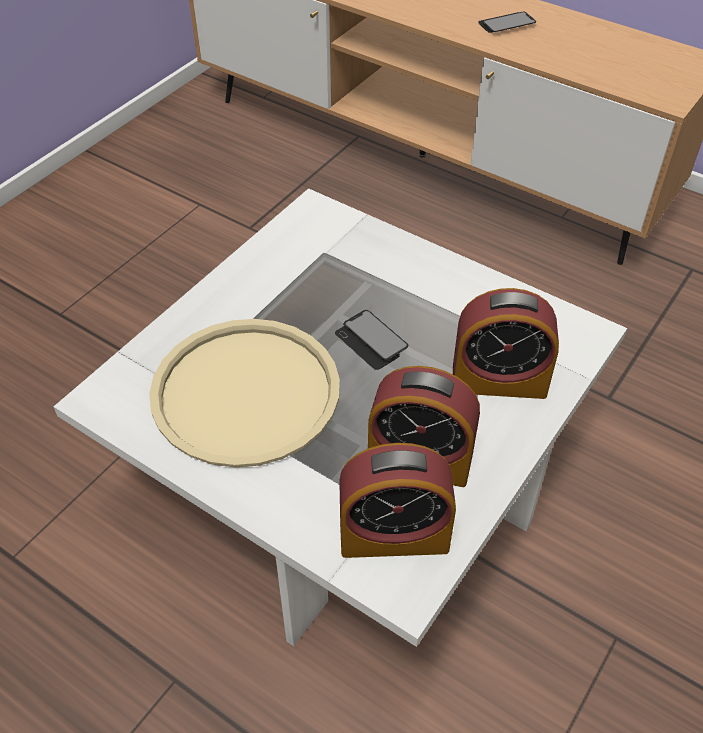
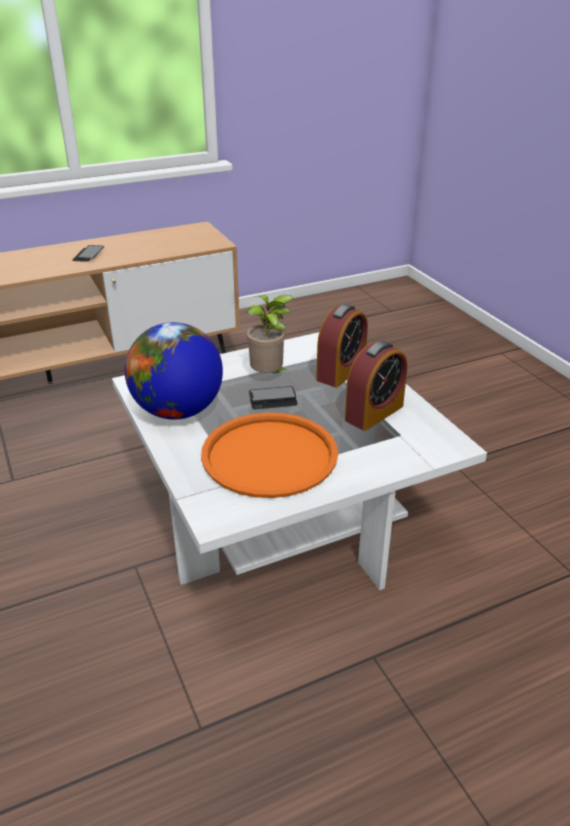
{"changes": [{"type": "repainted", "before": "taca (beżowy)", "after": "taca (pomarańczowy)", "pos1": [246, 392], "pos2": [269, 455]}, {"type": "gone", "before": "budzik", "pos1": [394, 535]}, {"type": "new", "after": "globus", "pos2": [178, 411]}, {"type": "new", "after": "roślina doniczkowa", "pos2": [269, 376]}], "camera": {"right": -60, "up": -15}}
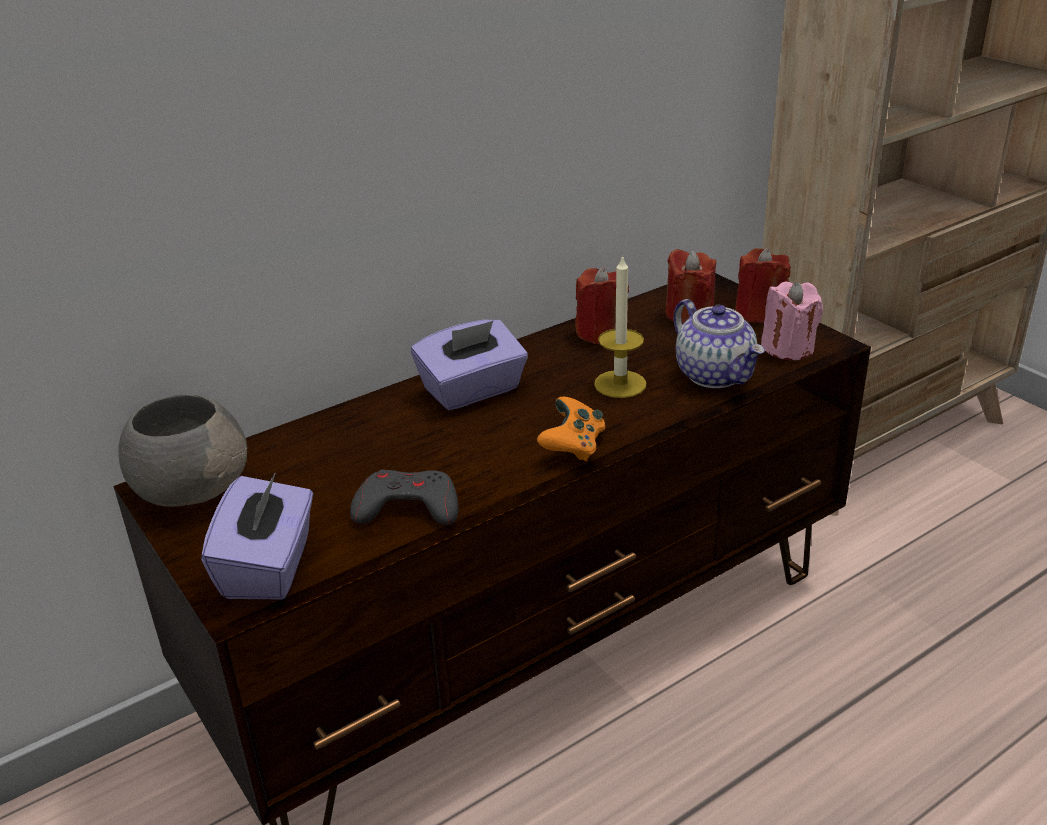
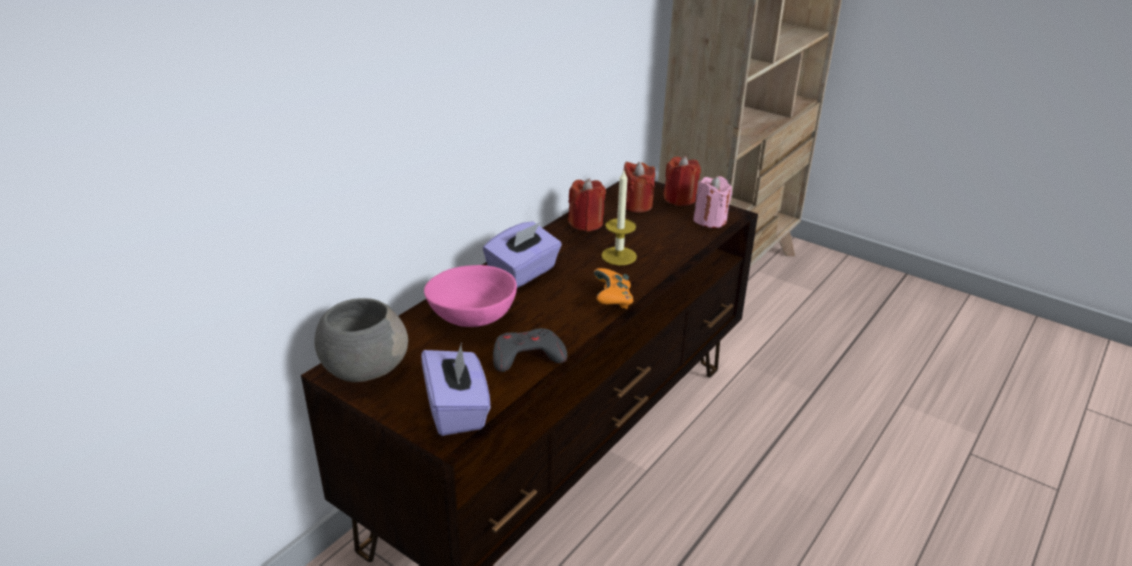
{"changes": [{"type": "gone", "before": "imbryk", "pos1": [715, 375]}, {"type": "new", "after": "miska (różowy)", "pos2": [474, 317]}], "camera": {"right": -20, "up": 0}}
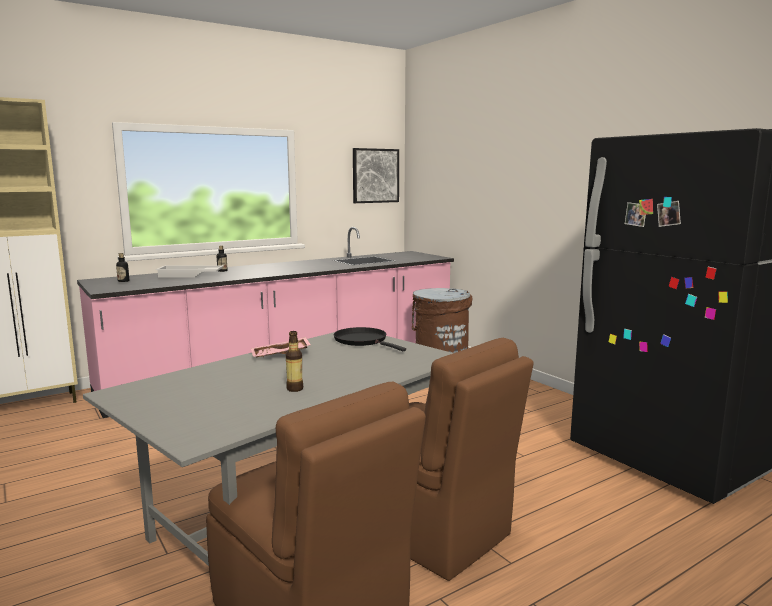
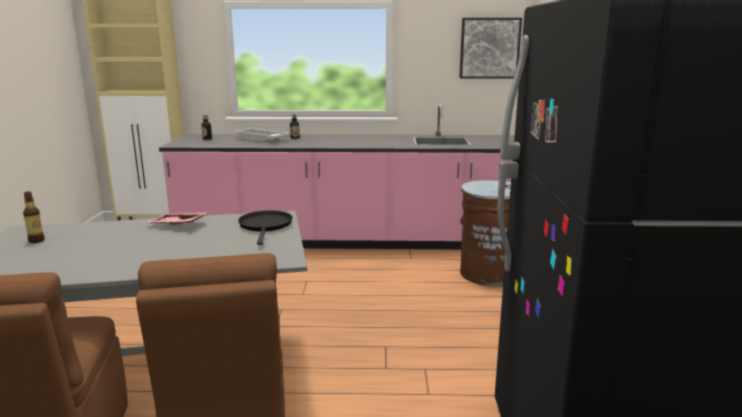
{"changes": [{"type": "shifted", "before": "butelka", "pos1": [295, 389], "pos2": [36, 240]}], "camera": {"right": 35, "up": 5}}
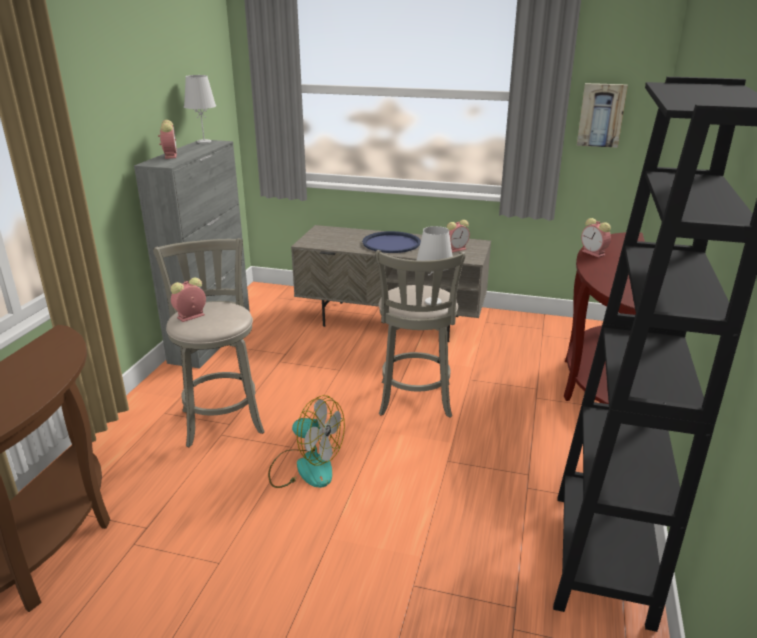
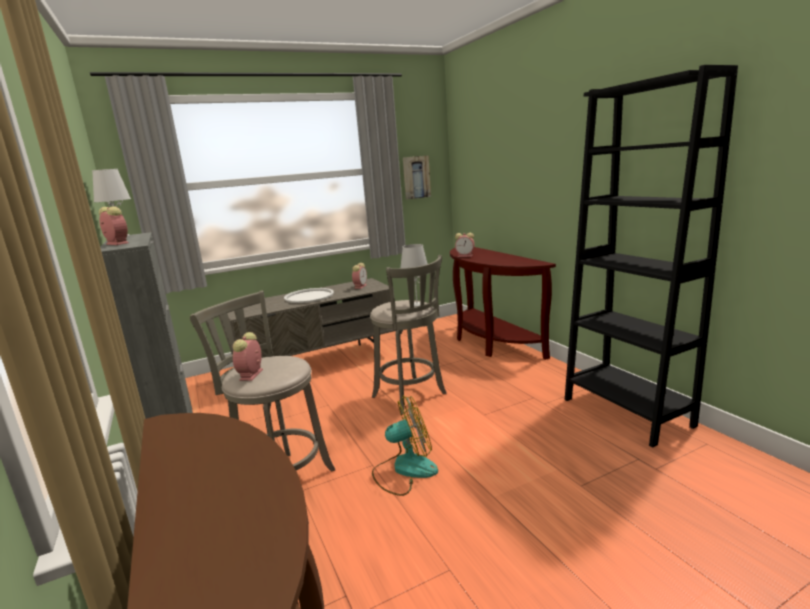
{"changes": [{"type": "repainted", "before": "taca (niebieski)", "after": "taca (biały)", "pos1": [391, 243], "pos2": [309, 296]}], "camera": {"right": -40, "up": -10}}
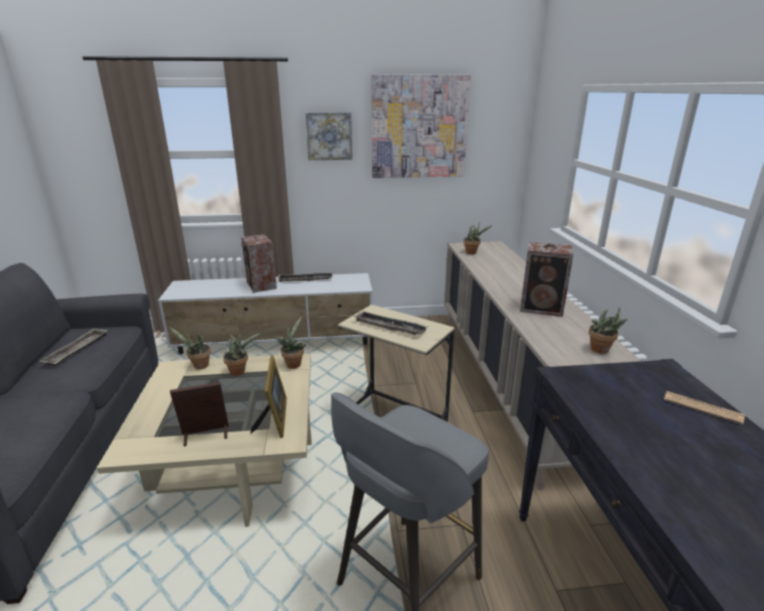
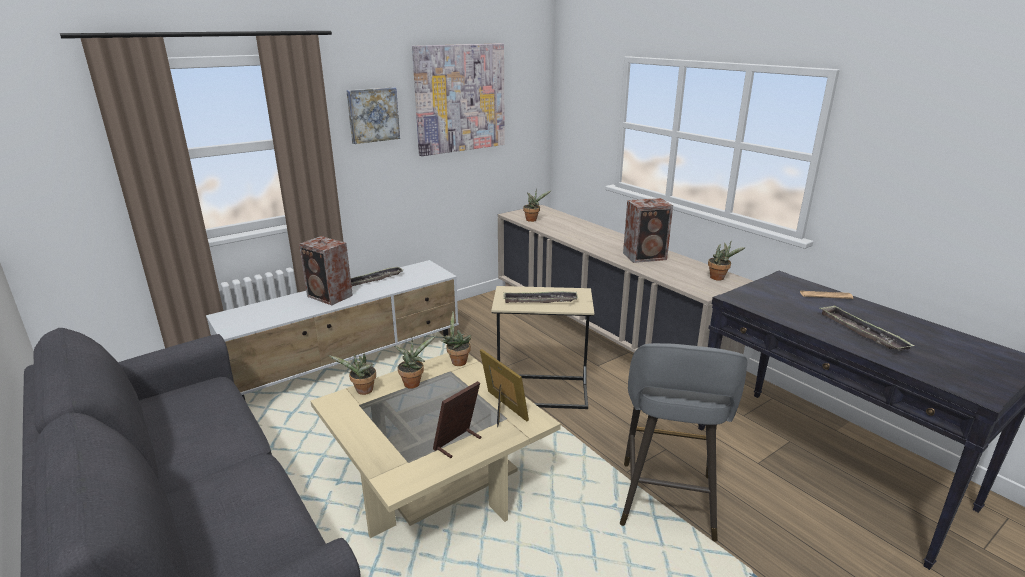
{"changes": [{"type": "shifted", "before": "taca", "pos1": [77, 350], "pos2": [861, 332]}], "camera": {"right": -30, "up": 0}}
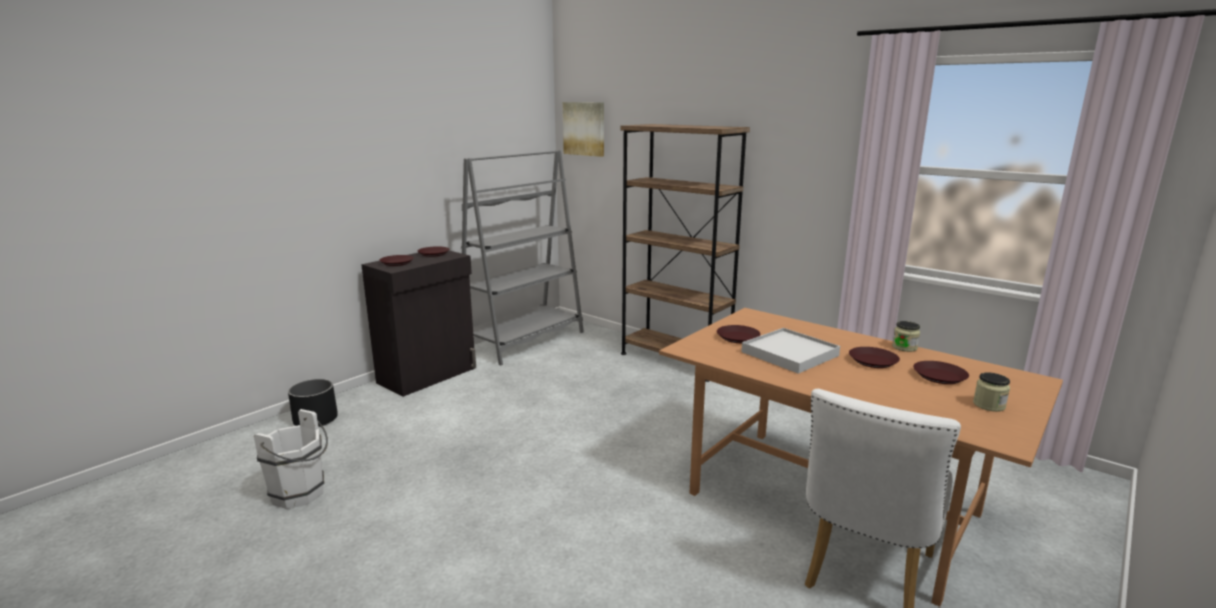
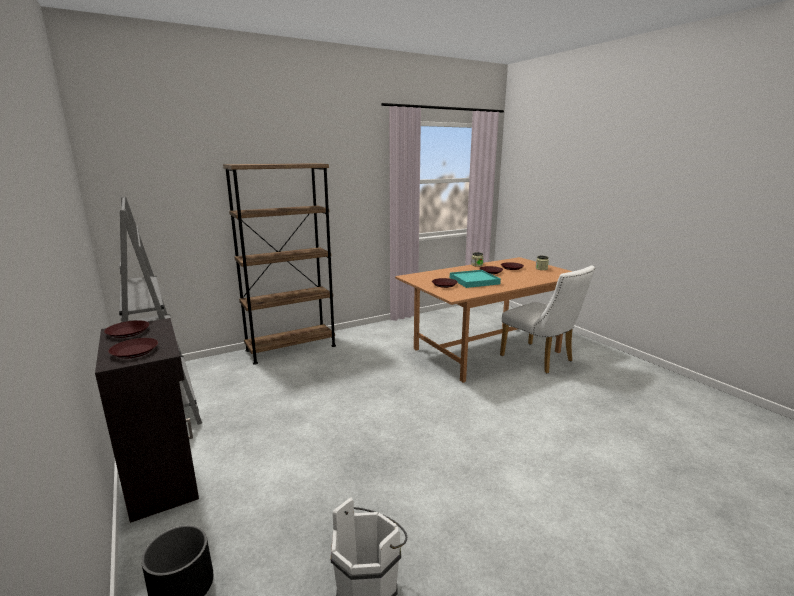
{"changes": [{"type": "gone", "before": "obraz", "pos1": [584, 128]}, {"type": "repainted", "before": "taca (biały)", "after": "taca (turkusowy)", "pos1": [789, 354], "pos2": [474, 281]}], "camera": {"right": -70, "up": 0}}
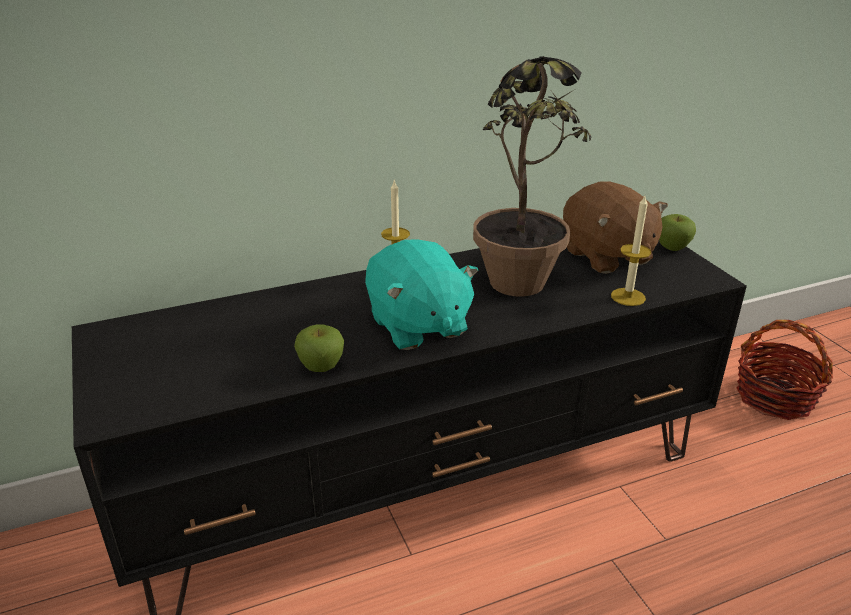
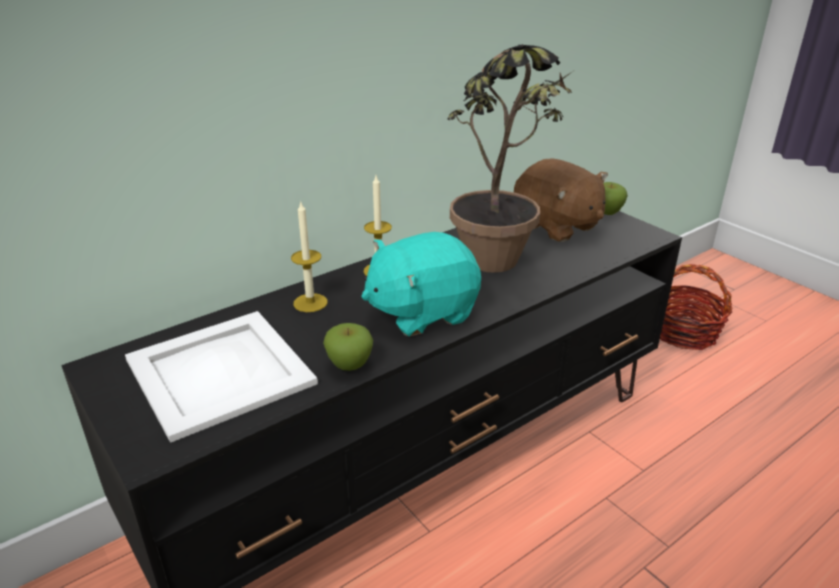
{"changes": [{"type": "rotated", "before": "pluszak (turkusowy)", "pos1": [417, 326], "pos2": [421, 312], "turn": 105}, {"type": "shifted", "before": "świeca", "pos1": [628, 297], "pos2": [310, 303]}, {"type": "new", "after": "taca (biały)", "pos2": [219, 373]}], "camera": {"right": -15, "up": 0}}
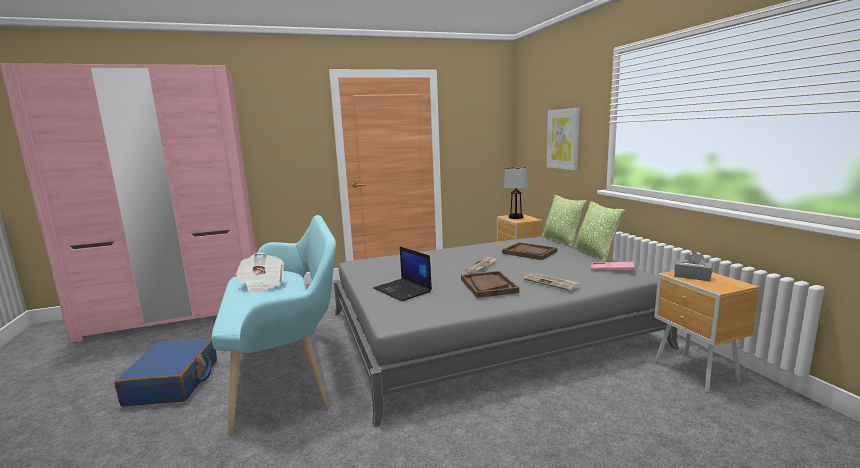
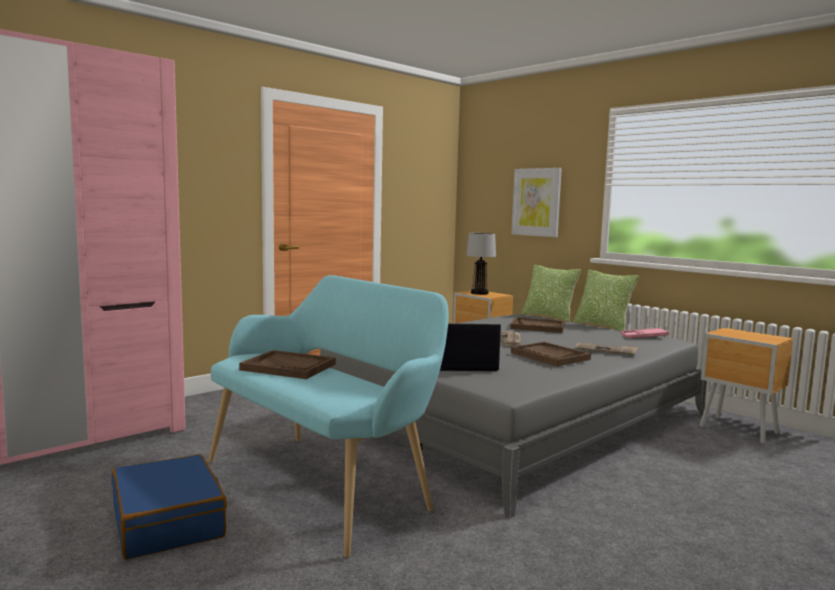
{"changes": [{"type": "swapped", "before": "gazeta", "after": "taca (brązowy)", "pos1": [261, 285], "pos2": [289, 367]}, {"type": "rotated", "before": "laptop", "pos1": [403, 290], "pos2": [463, 365], "turn": 150}, {"type": "gone", "before": "pudełko chusteczek (szary)", "pos1": [692, 276]}], "camera": {"right": -25, "up": -5}}
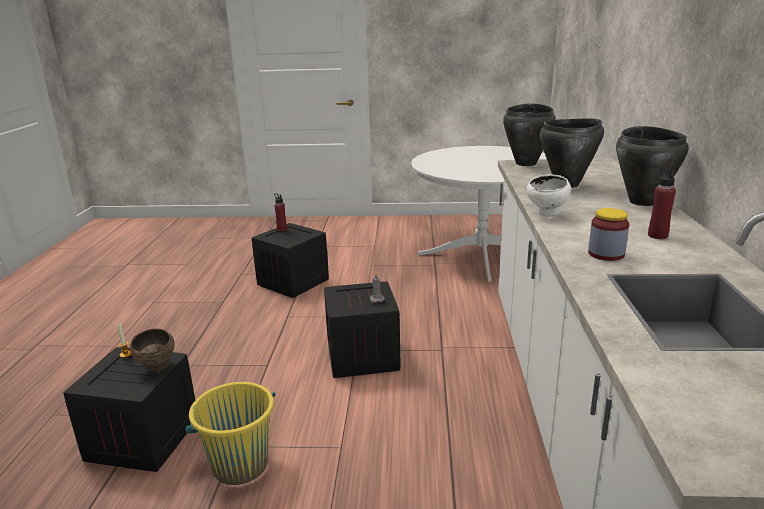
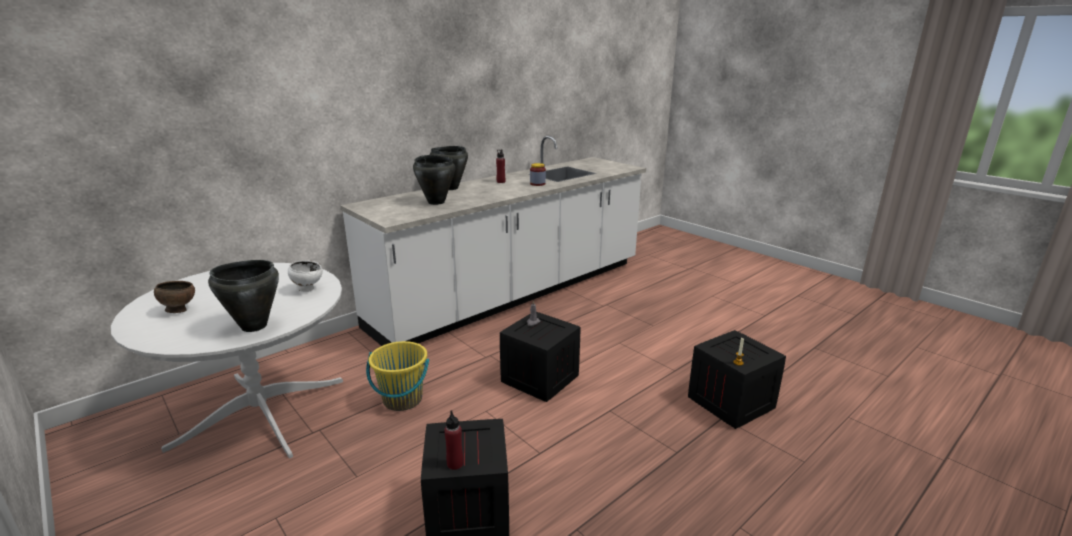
{"changes": [{"type": "shifted", "before": "miska (brązowy)", "pos1": [157, 367], "pos2": [179, 310]}, {"type": "shifted", "before": "wiadro (żółty)", "pos1": [240, 465], "pos2": [402, 400]}, {"type": "shifted", "before": "garnek (czarny)", "pos1": [526, 163], "pos2": [253, 326]}, {"type": "shifted", "before": "miska (biały)", "pos1": [547, 214], "pos2": [308, 289]}], "camera": {"right": -135, "up": 0}}
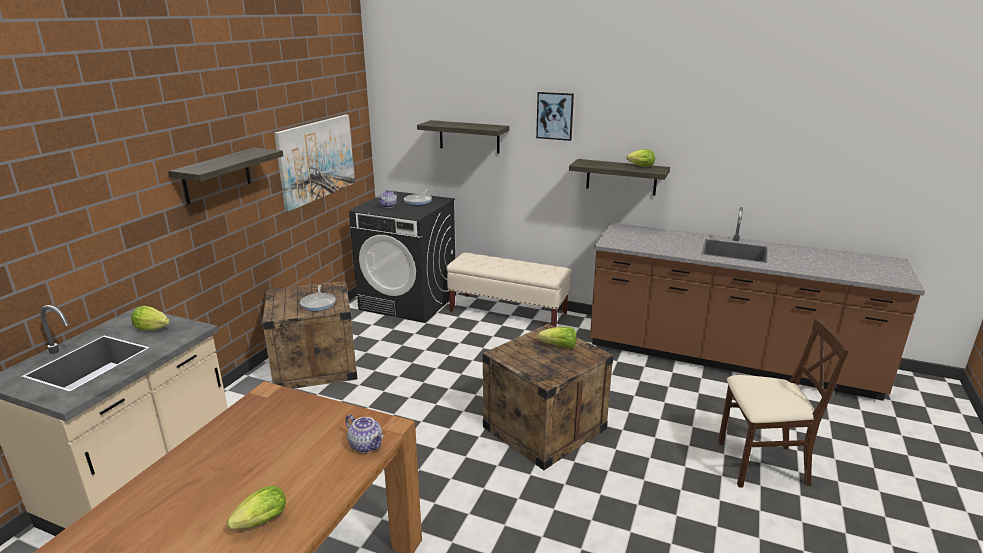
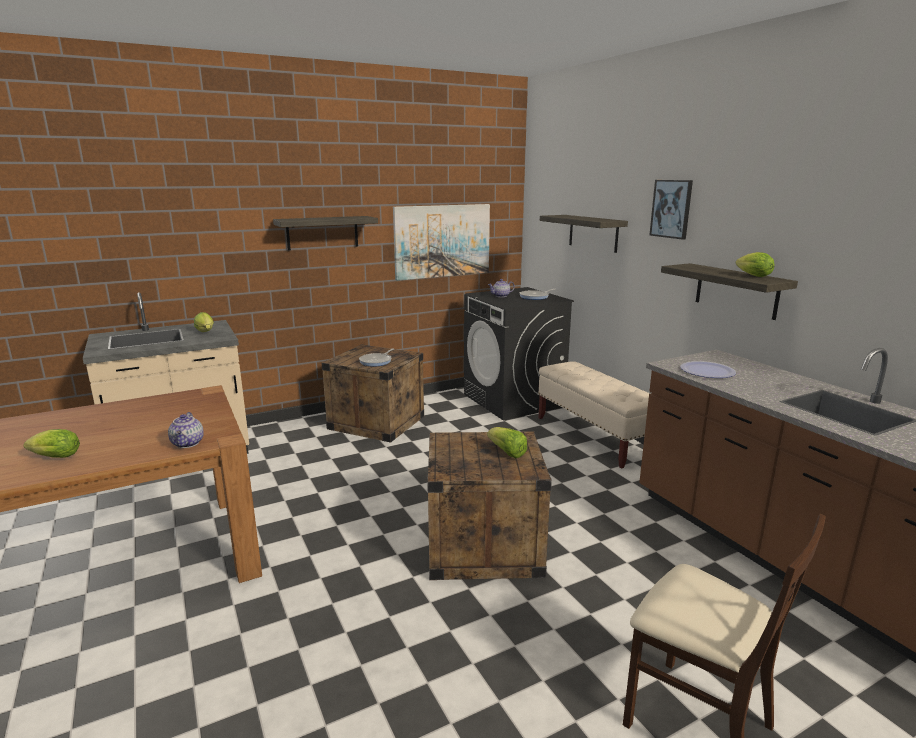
{"changes": [{"type": "new", "after": "talerz", "pos2": [707, 371]}], "camera": {"right": 40, "up": -5}}
